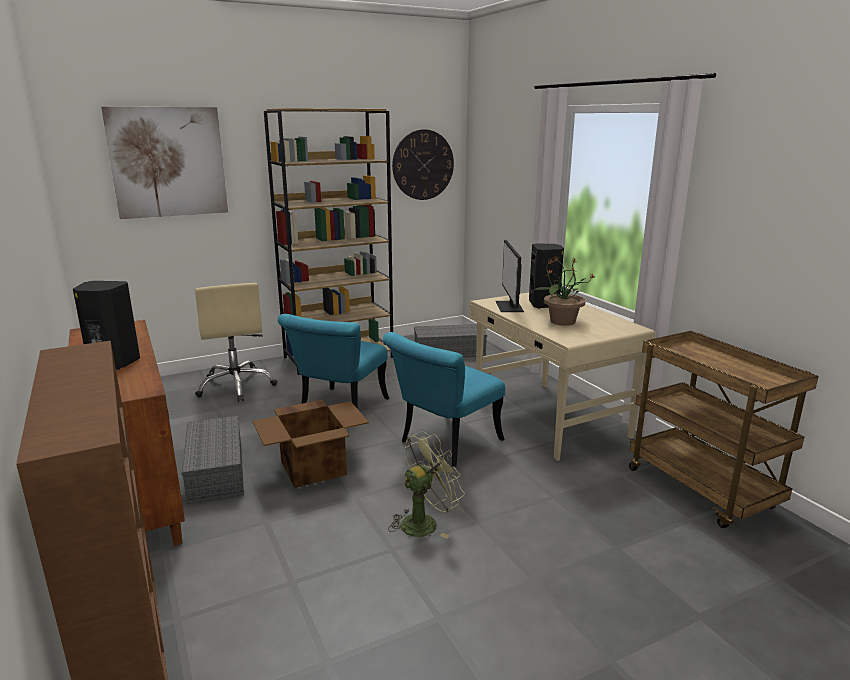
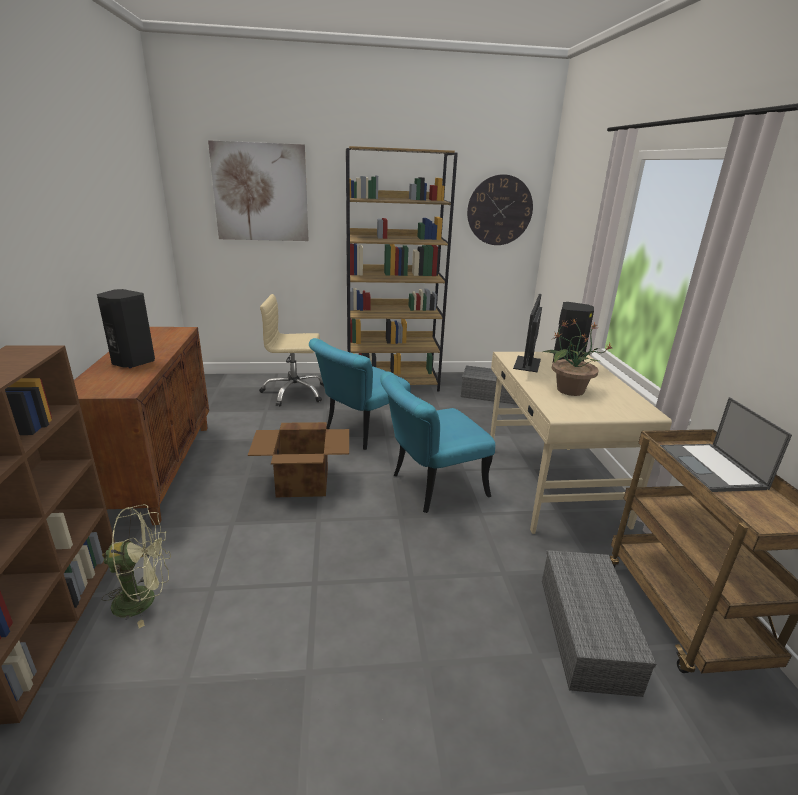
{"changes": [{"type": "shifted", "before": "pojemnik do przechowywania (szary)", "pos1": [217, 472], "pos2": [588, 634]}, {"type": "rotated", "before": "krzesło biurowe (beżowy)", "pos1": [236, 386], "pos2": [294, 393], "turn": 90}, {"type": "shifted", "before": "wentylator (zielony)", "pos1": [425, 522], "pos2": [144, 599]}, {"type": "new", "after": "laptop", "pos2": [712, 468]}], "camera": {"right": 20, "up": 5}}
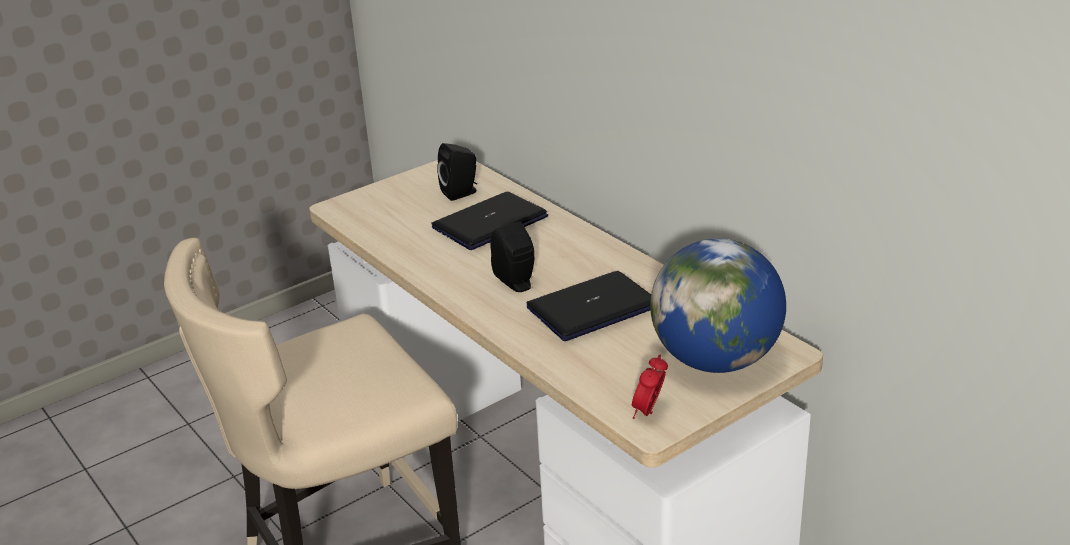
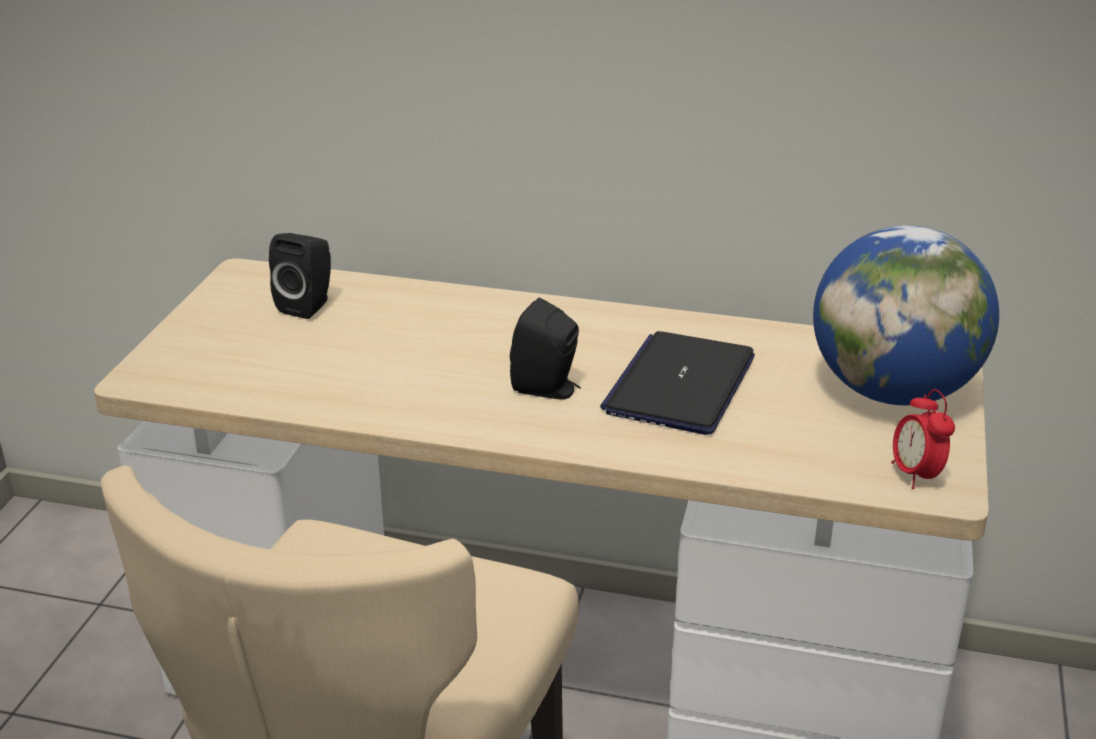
{"changes": [{"type": "gone", "before": "laptop", "pos1": [490, 223]}], "camera": {"right": -40, "up": 0}}
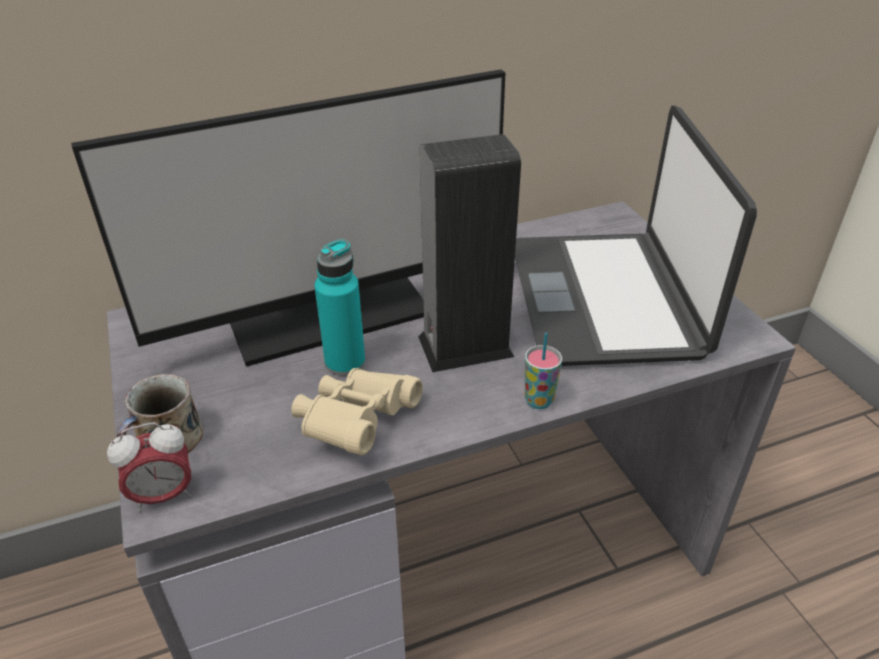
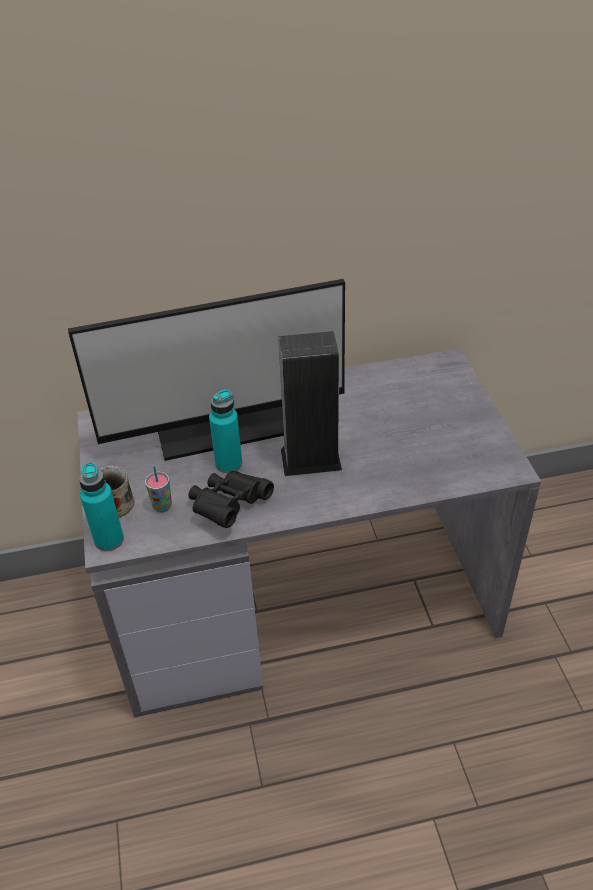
{"changes": [{"type": "swapped", "before": "budzik", "after": "butelka (turkusowy)", "pos1": [164, 495], "pos2": [109, 540]}, {"type": "repainted", "before": "lornetka (beżowy)", "after": "lornetka (czarny)", "pos1": [356, 423], "pos2": [229, 506]}, {"type": "gone", "before": "laptop", "pos1": [606, 299]}, {"type": "shifted", "before": "filiżanka", "pos1": [538, 401], "pos2": [162, 506]}], "camera": {"right": 10, "up": 5}}
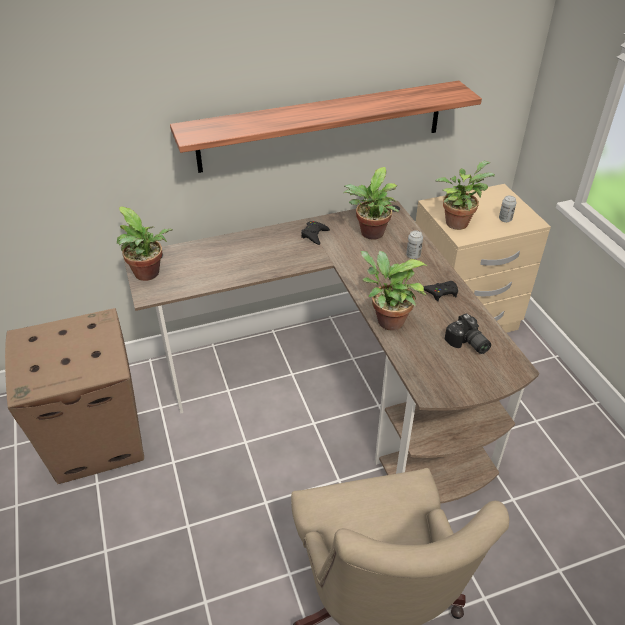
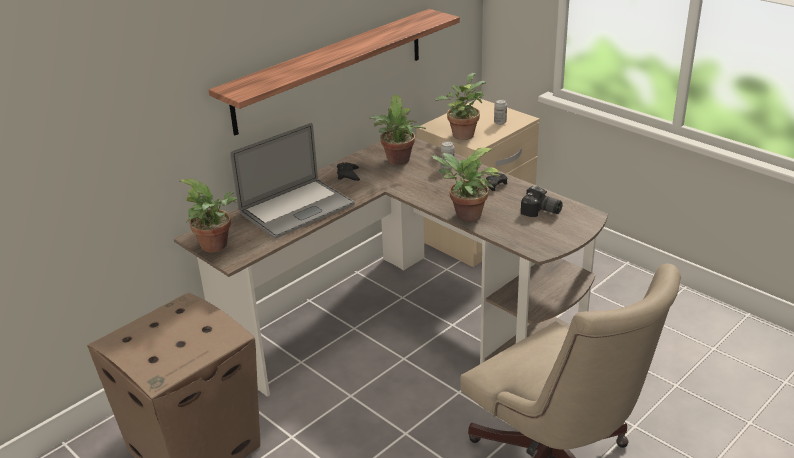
{"changes": [{"type": "new", "after": "laptop", "pos2": [296, 208]}], "camera": {"right": -25, "up": -10}}
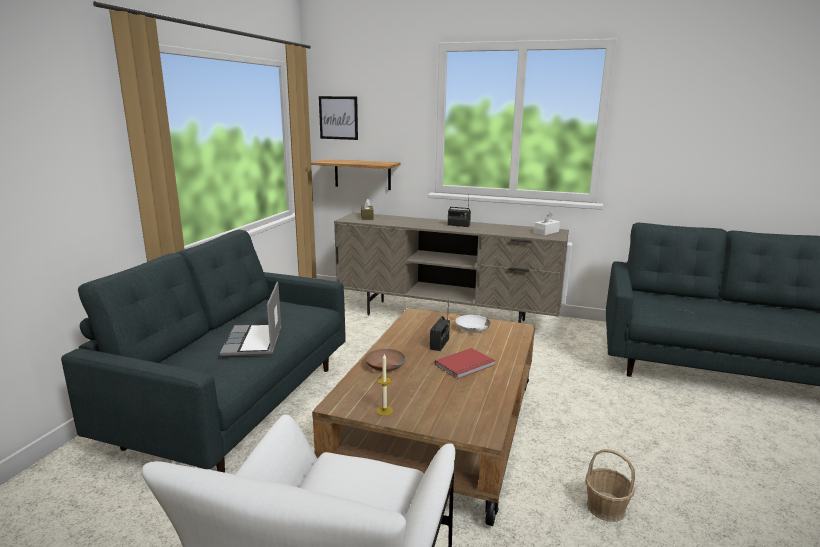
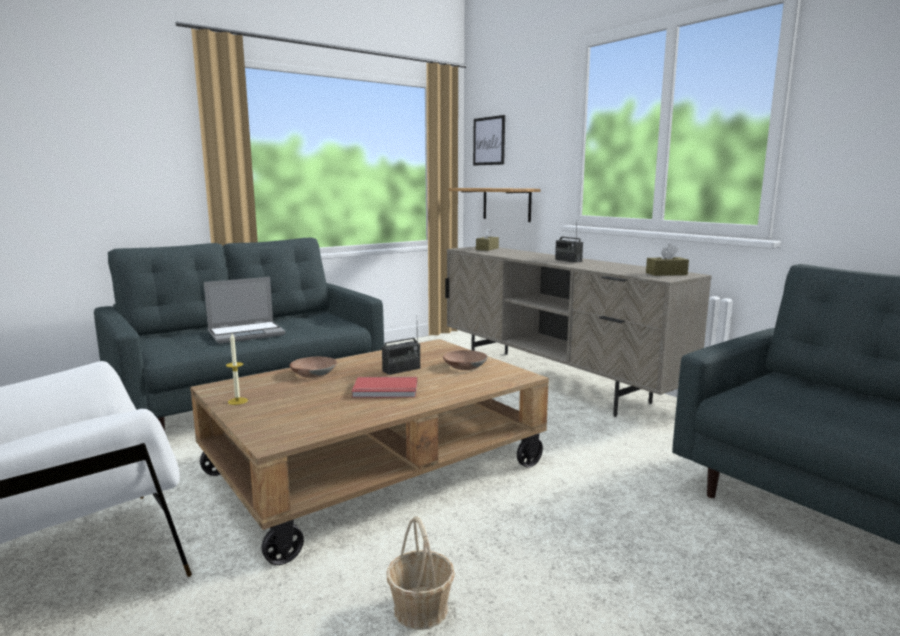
{"changes": [{"type": "rotated", "before": "laptop", "pos1": [254, 342], "pos2": [247, 333], "turn": -150}, {"type": "repainted", "before": "miska (biały)", "after": "miska (brązowy)", "pos1": [471, 329], "pos2": [464, 366]}, {"type": "repainted", "before": "pudełko chusteczek (biały)", "after": "pudełko chusteczek (brązowy)", "pos1": [546, 232], "pos2": [666, 274]}], "camera": {"right": 35, "up": -5}}
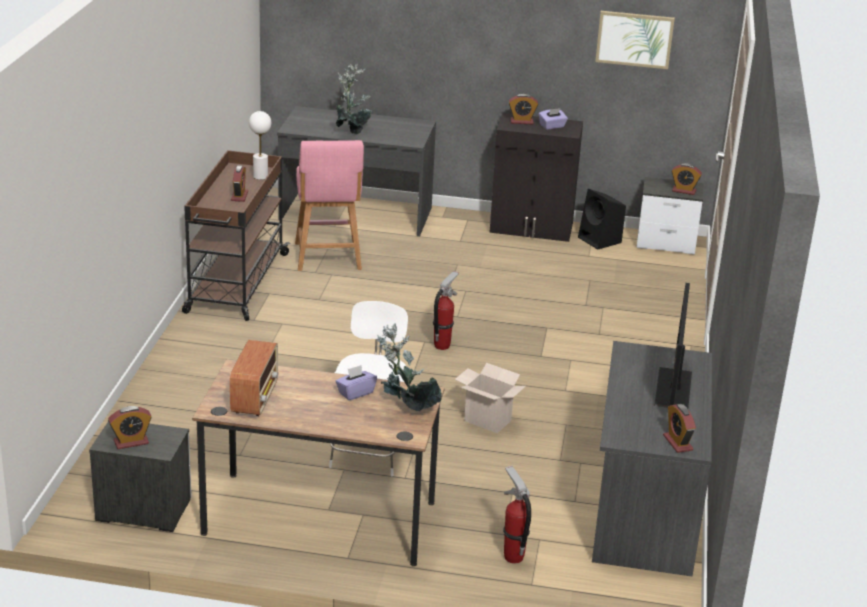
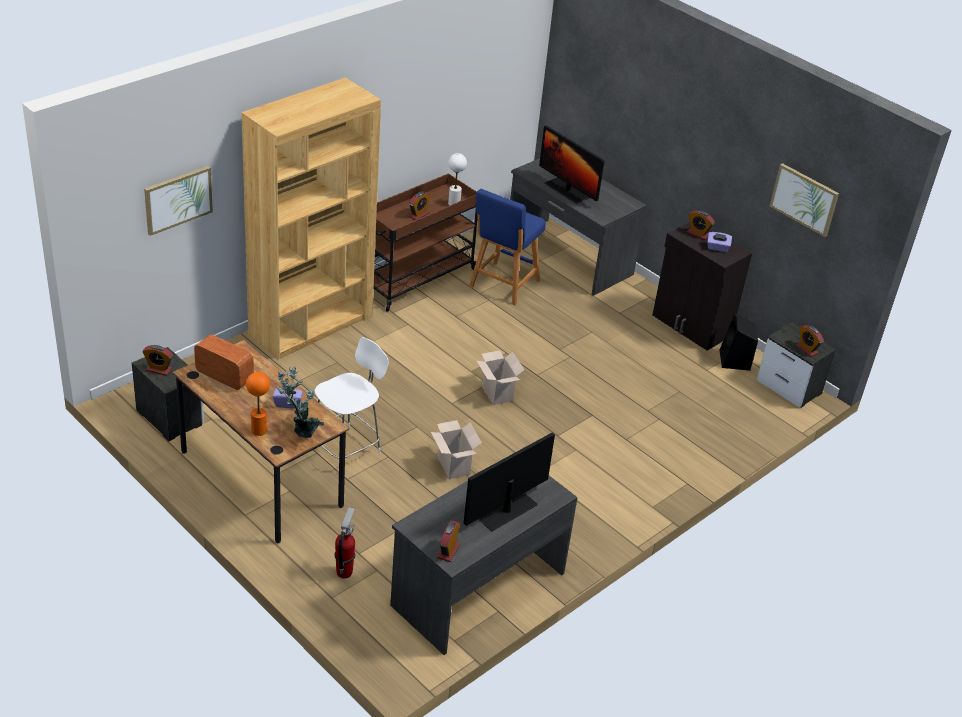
{"changes": [{"type": "rotated", "before": "radio", "pos1": [255, 397], "pos2": [224, 376], "turn": -105}, {"type": "repainted", "before": "stołek (różowy)", "after": "stołek (niebieski)", "pos1": [328, 258], "pos2": [502, 285]}, {"type": "swapped", "before": "roślina doniczkowa", "after": "monitor", "pos1": [352, 131], "pos2": [567, 190]}, {"type": "swapped", "before": "gaśnica", "after": "karton", "pos1": [442, 346], "pos2": [496, 393]}, {"type": "new", "after": "obraz", "pos2": [178, 199]}, {"type": "new", "after": "regał (brązowy)", "pos2": [311, 325]}, {"type": "new", "after": "lampa stołowa (pomarańczowy)", "pos2": [259, 430]}], "camera": {"right": 35, "up": 10}}
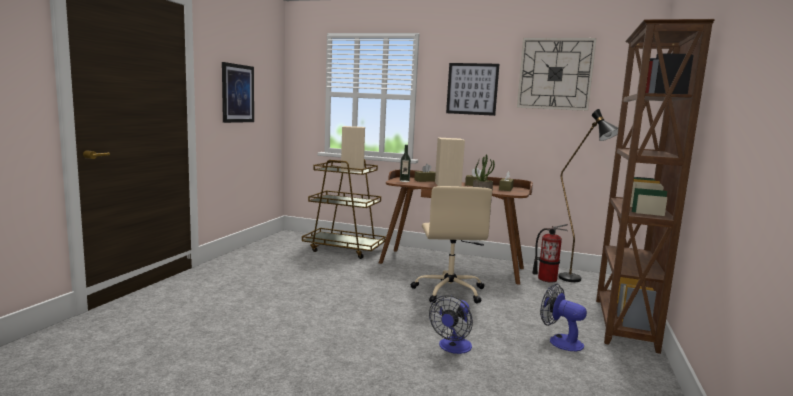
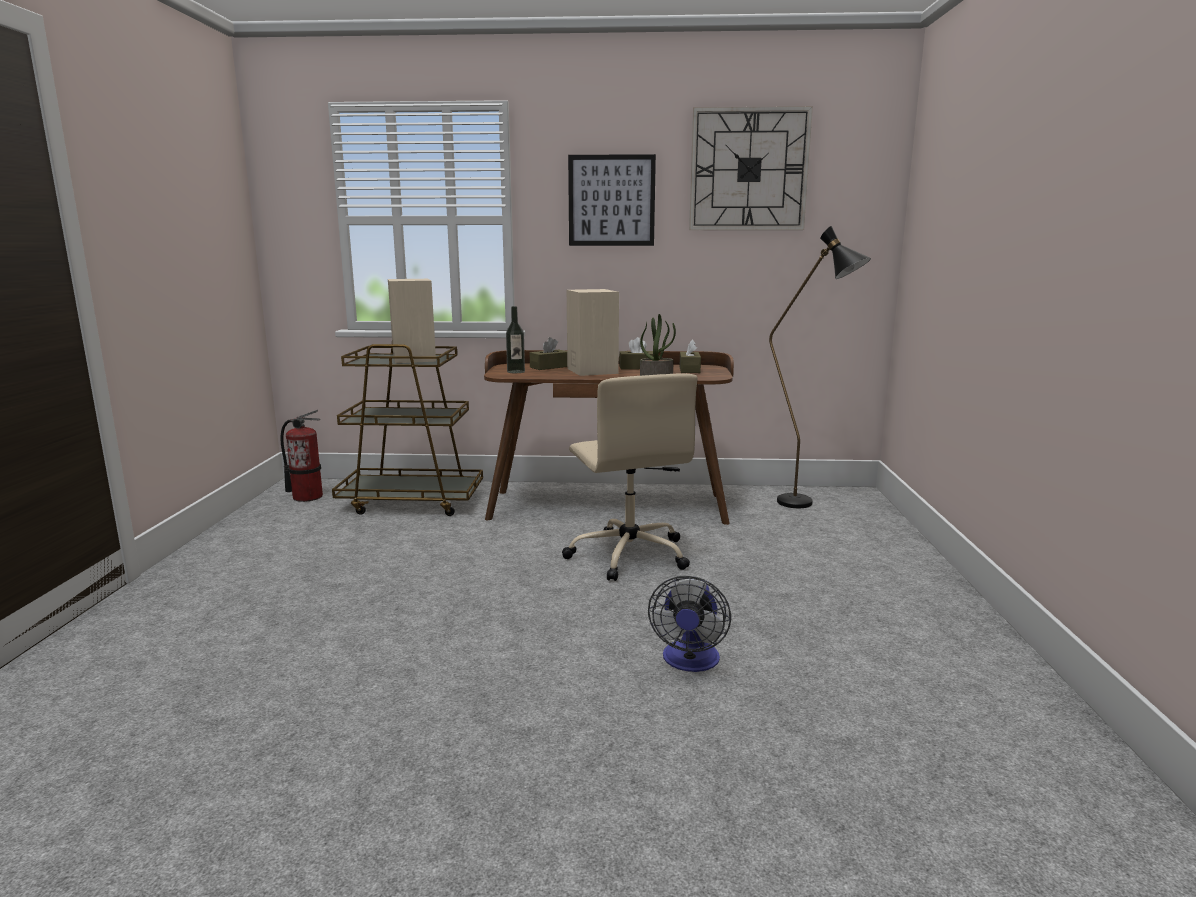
{"changes": [{"type": "gone", "before": "obraz", "pos1": [237, 93]}, {"type": "shifted", "before": "gaśnica", "pos1": [547, 279], "pos2": [307, 497]}, {"type": "gone", "before": "wentylator", "pos1": [560, 341]}, {"type": "gone", "before": "regał (brązowy)", "pos1": [623, 324]}], "camera": {"right": -15, "up": 5}}
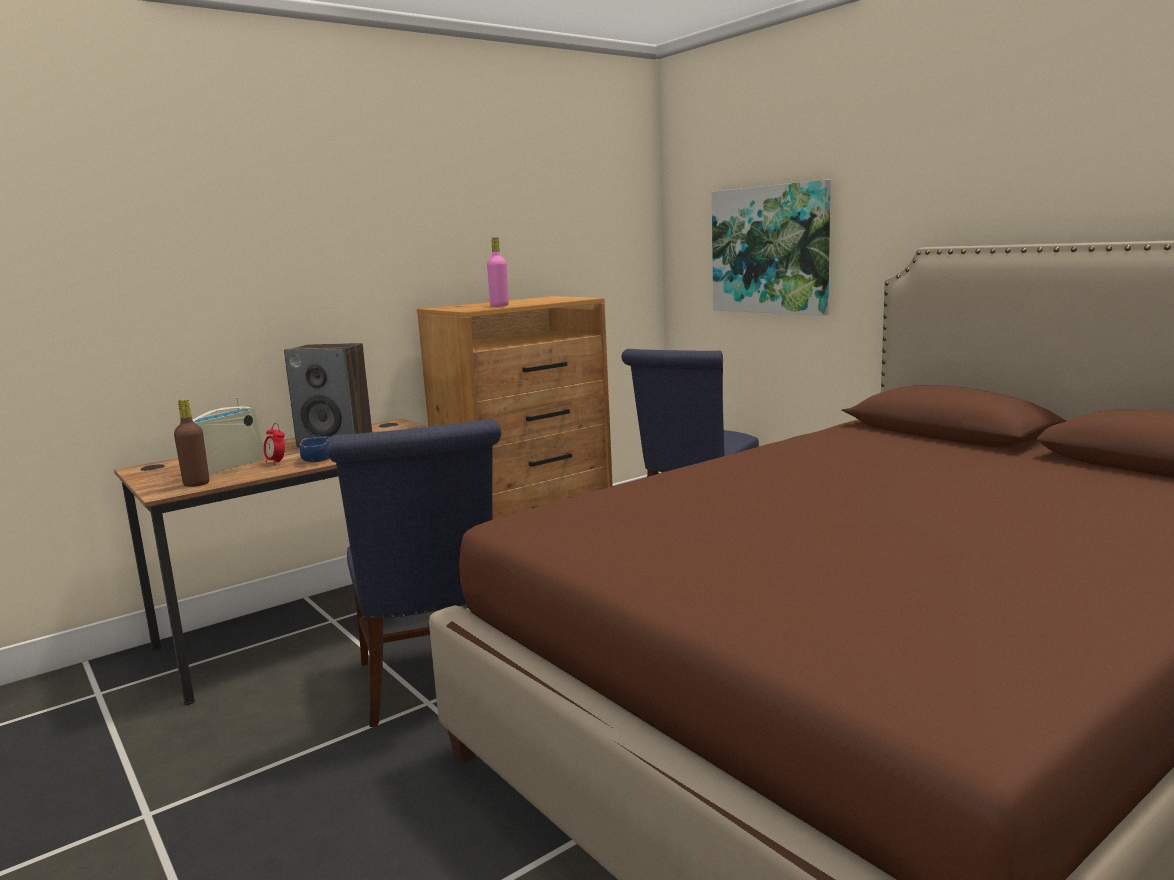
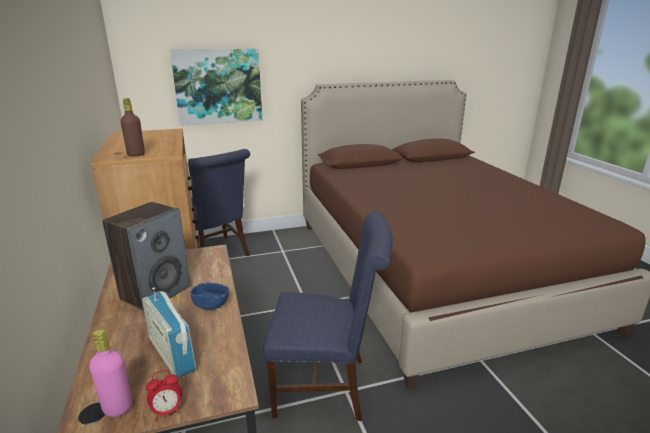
{"changes": [{"type": "shifted", "before": "butelka (brązowy)", "pos1": [196, 484], "pos2": [136, 155]}, {"type": "shifted", "before": "budzik", "pos1": [276, 462], "pos2": [167, 411]}, {"type": "shifted", "before": "butelka (różowy)", "pos1": [499, 306], "pos2": [117, 407]}], "camera": {"right": -70, "up": 10}}
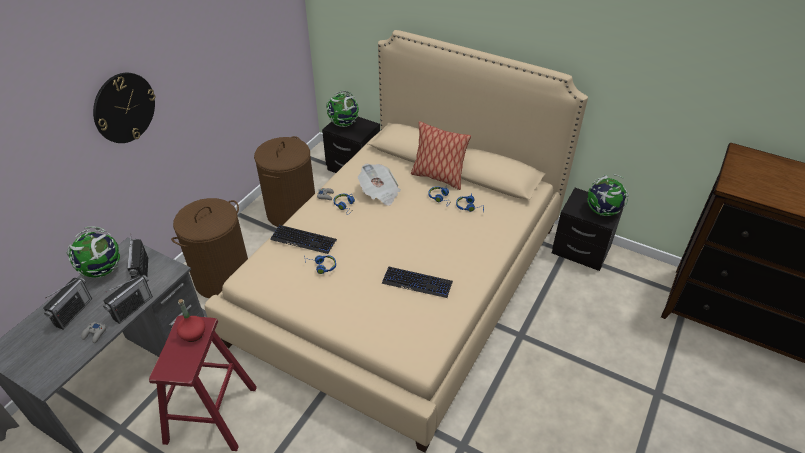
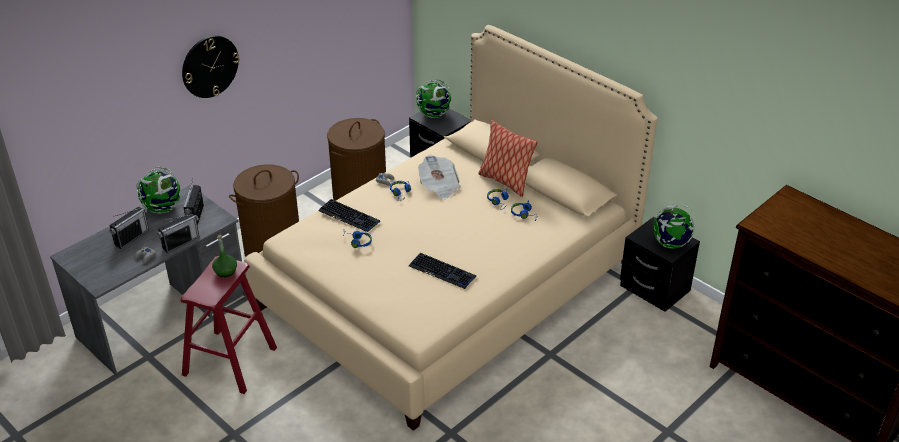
{"changes": [{"type": "repainted", "before": "butelka (czerwony)", "after": "butelka (zielony)", "pos1": [193, 334], "pos2": [225, 271]}], "camera": {"right": 15, "up": -5}}
